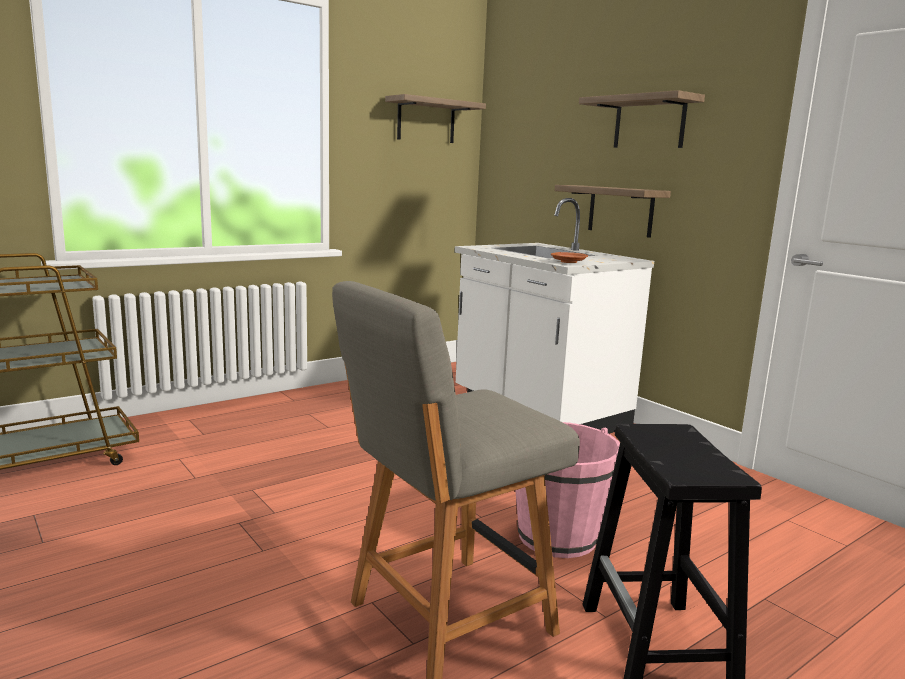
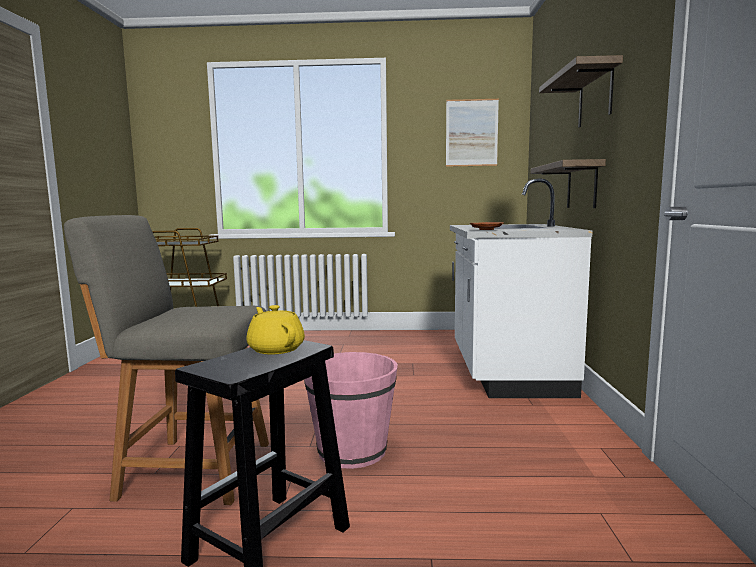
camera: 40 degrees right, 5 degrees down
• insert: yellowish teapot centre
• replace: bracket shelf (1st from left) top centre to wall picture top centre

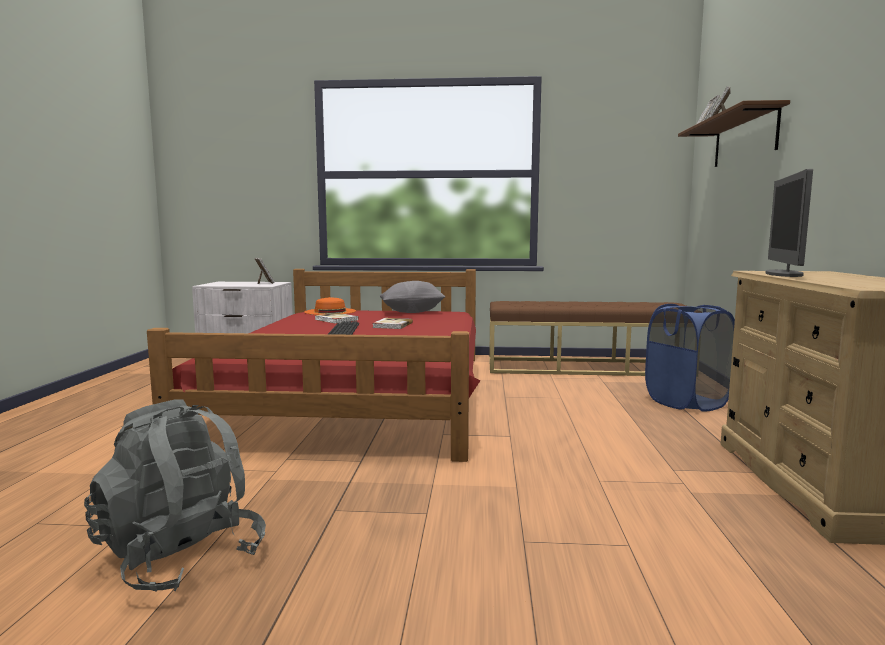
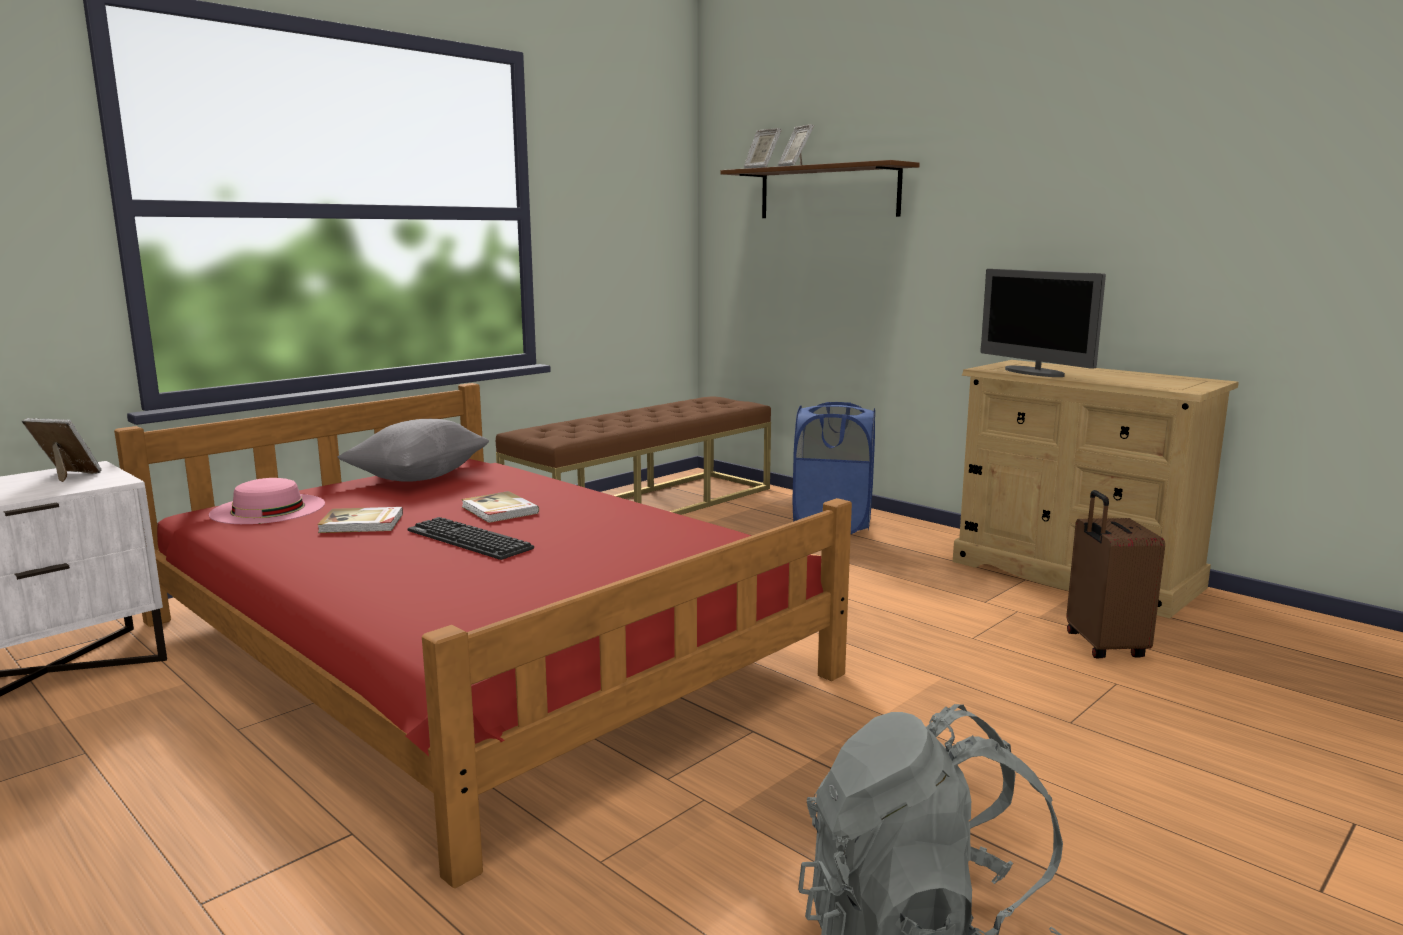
camera: 50 degrees left, 5 degrees up
• insert: brown travel case middle right
• recolor: orangey wearable hat centre to pink-coloured wearable hat middle left

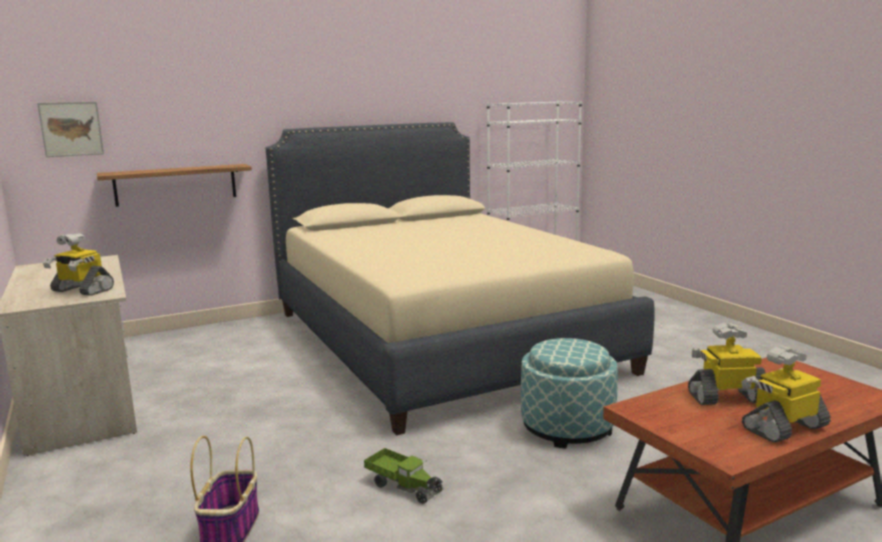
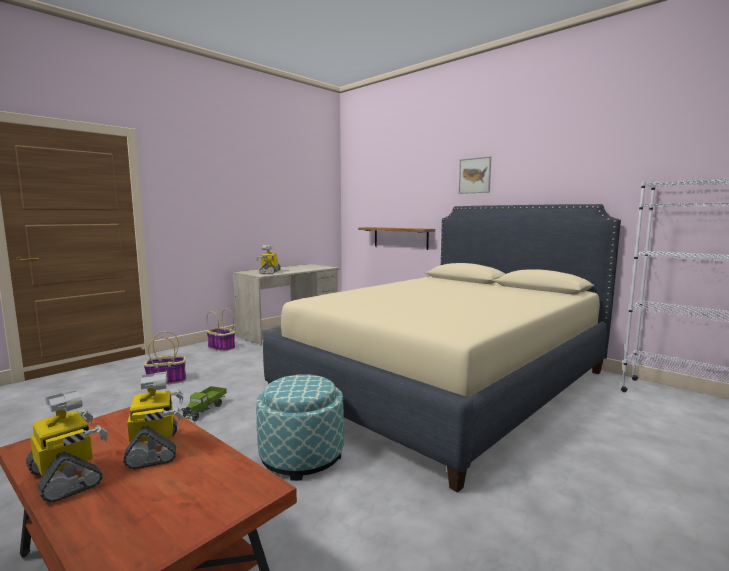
camera: 70 degrees right, 5 degrees down
• insert: basket (2nd from left) middle left
• move: wall picture top left to top centre

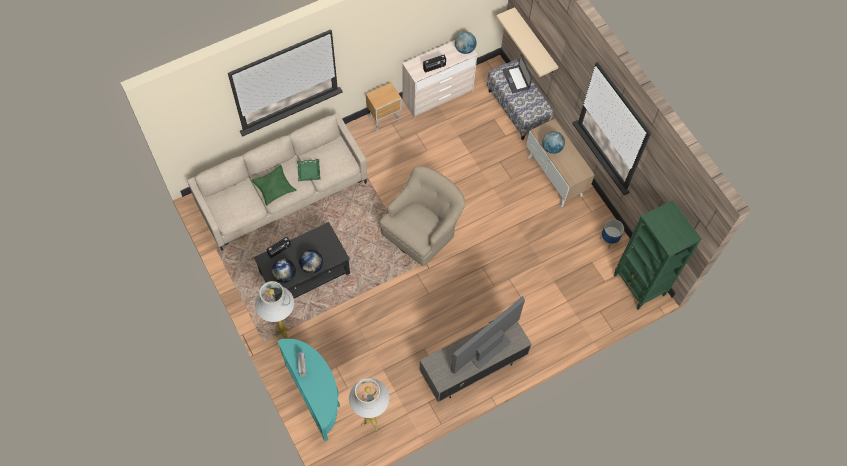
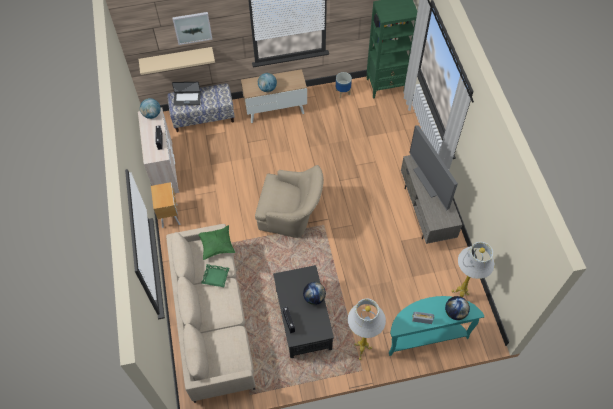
camera: 70 degrees left, 5 degrees down
• insert: wall picture top left
• move: greenish cushion middle left to centre
• move: world globe (1st from left in the first image) centre to world globe (4th from left) bottom right
• rotate: sand-coloured easy chair centre = centre 135 degrees clockwise

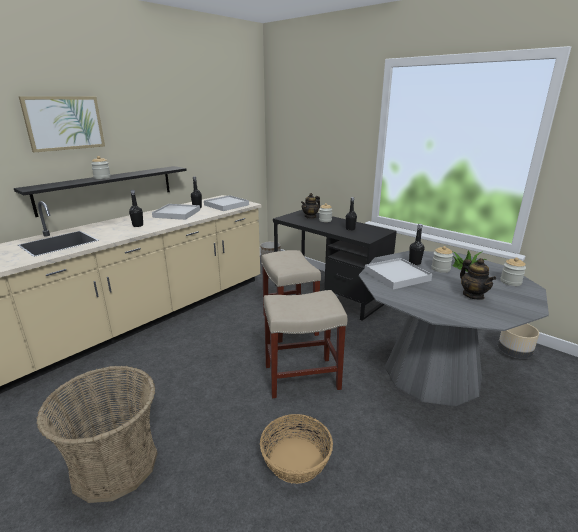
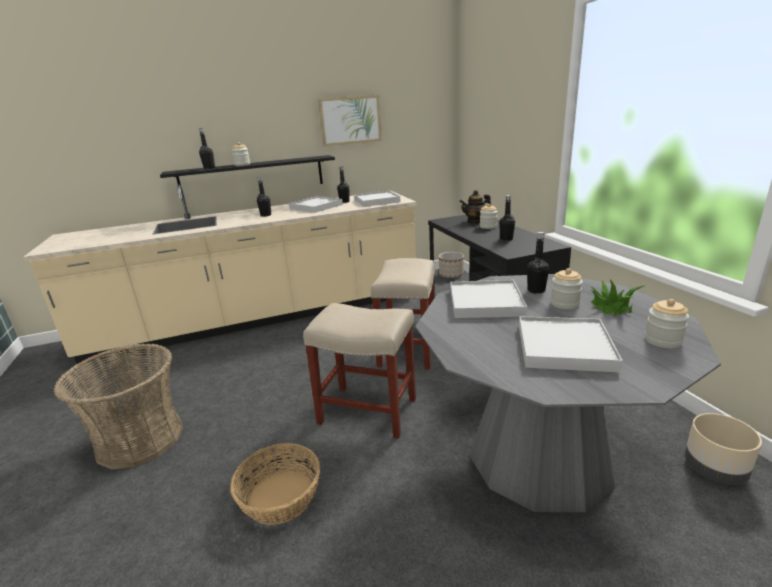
camera: 30 degrees right, 0 degrees up
• insert: black-coloured bottle (1st from left) top left
• move: wall picture top left to top centre
• replace: teapot (2nd from left) middle right to whitish carrying tray (4th from left) middle right

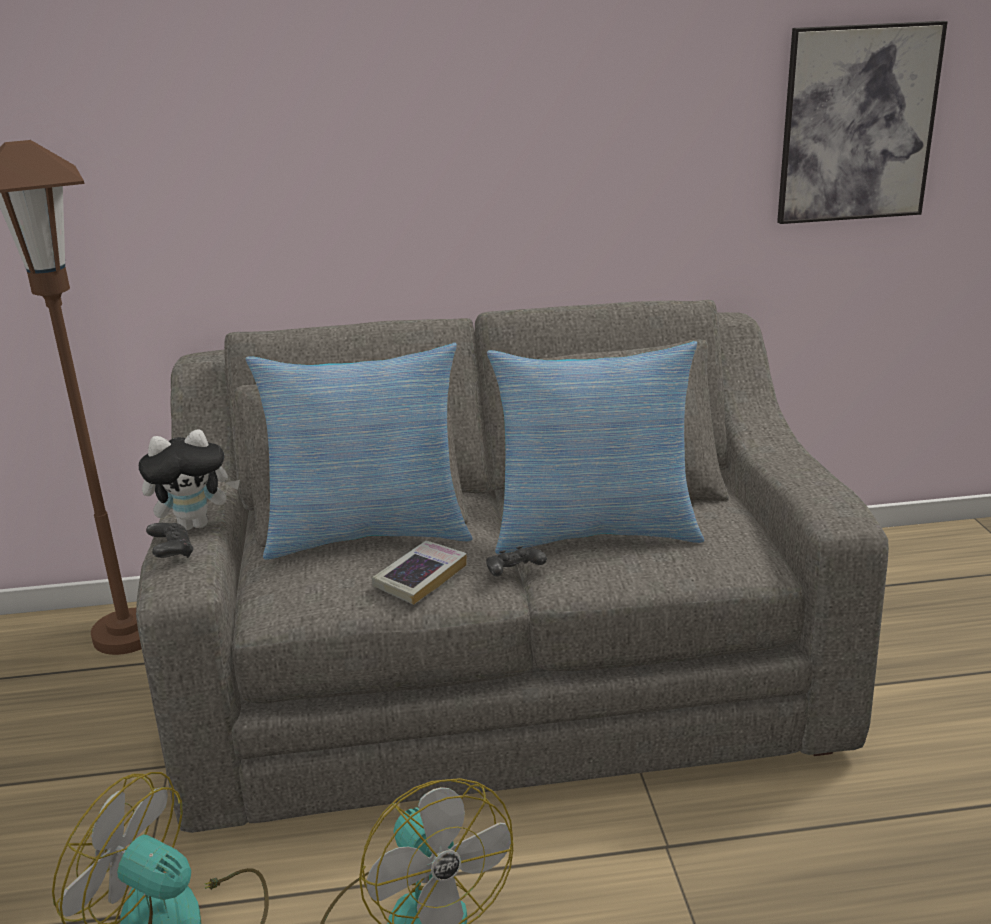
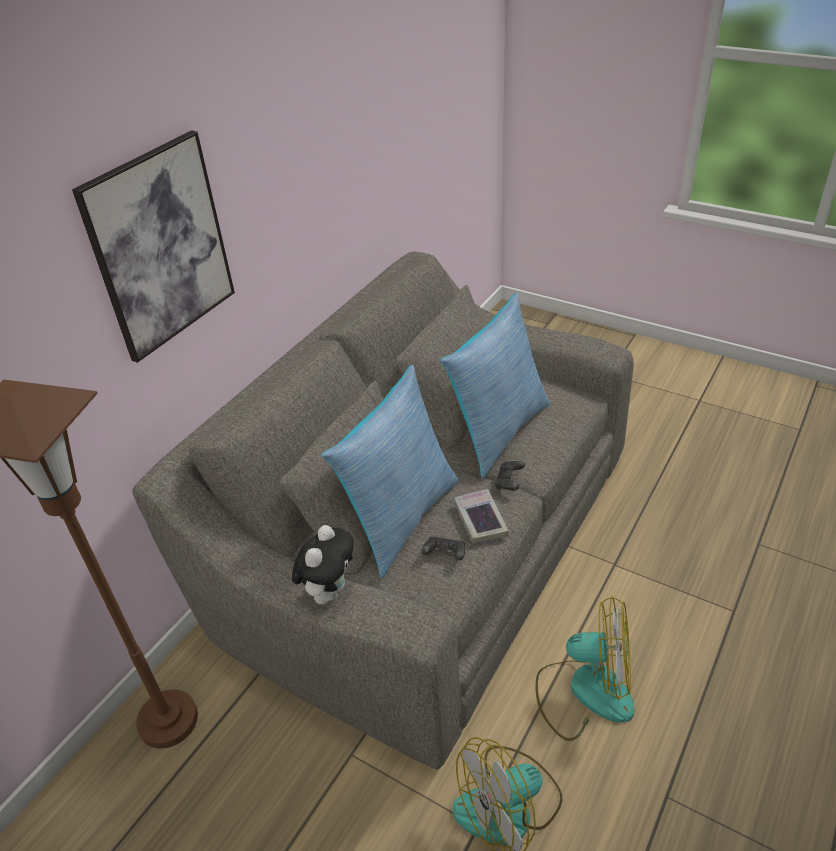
camera: 50 degrees left, 15 degrees up
• move: black-coloured gamepad (1st from left) middle left to centre
• move: wall picture top right to top left

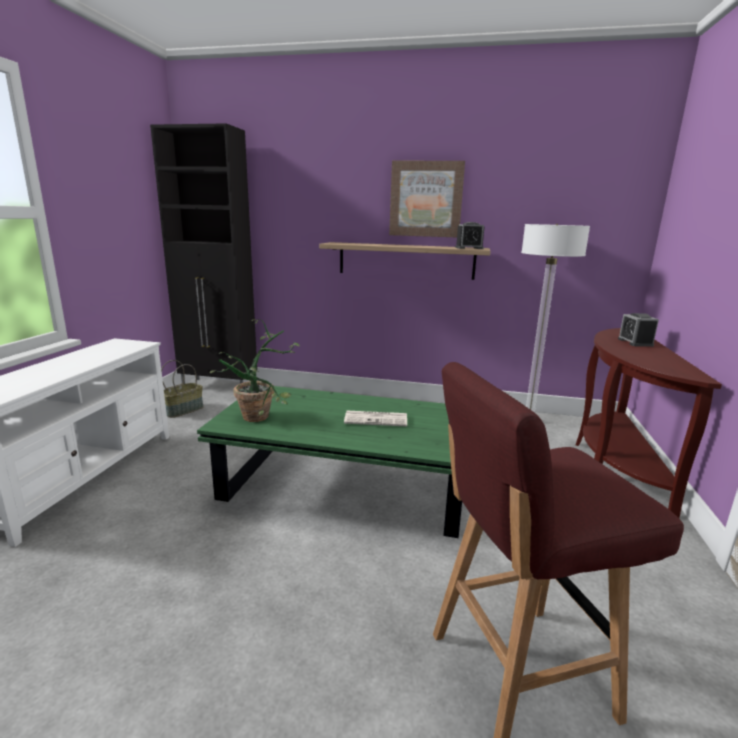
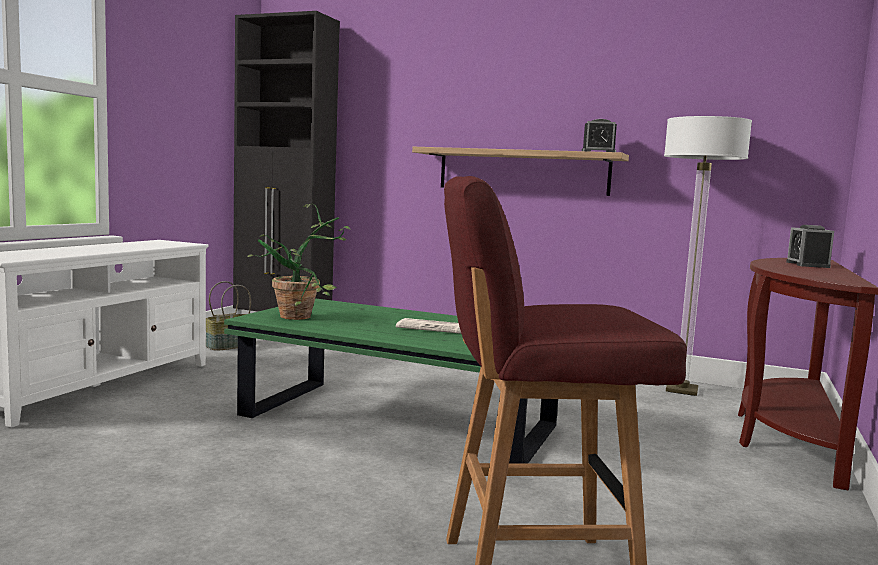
camera: 10 degrees right, 10 degrees down
• delete: wall picture top centre

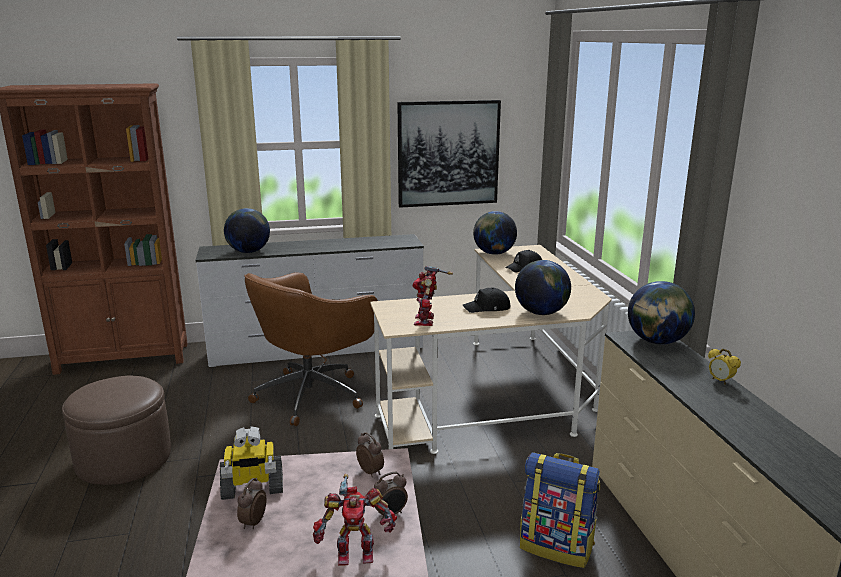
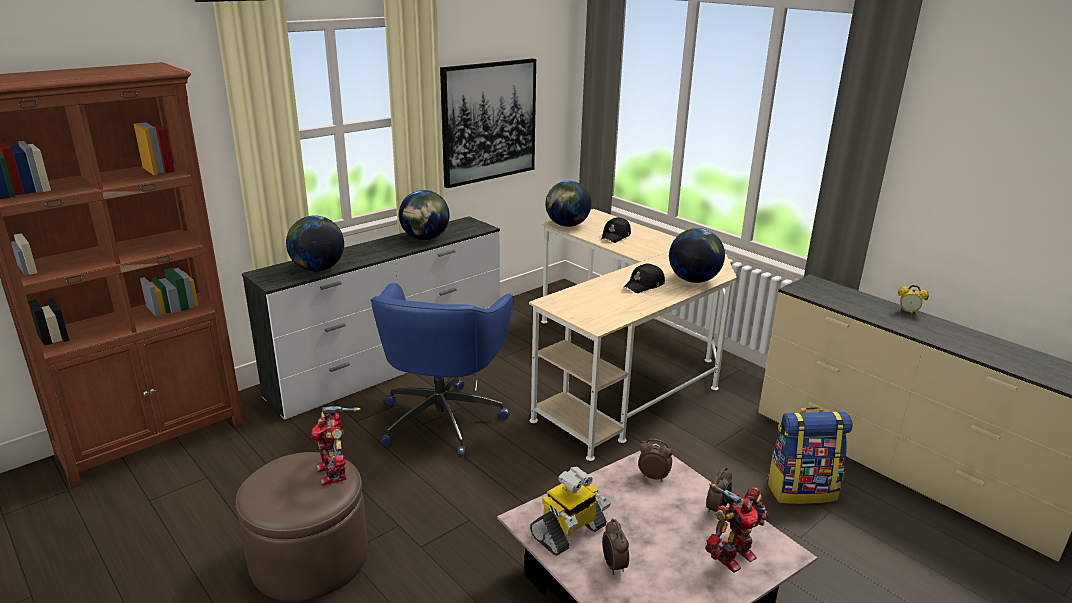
camera: 30 degrees left, 5 degrees up
• move: toy robot (3rd from left in the first image) centre to toy robot (1st from left) bottom left
• move: world globe (4th from left in the first image) middle right to world globe (2nd from left) centre
• recolor: brown computer chair centre to bluish computer chair centre

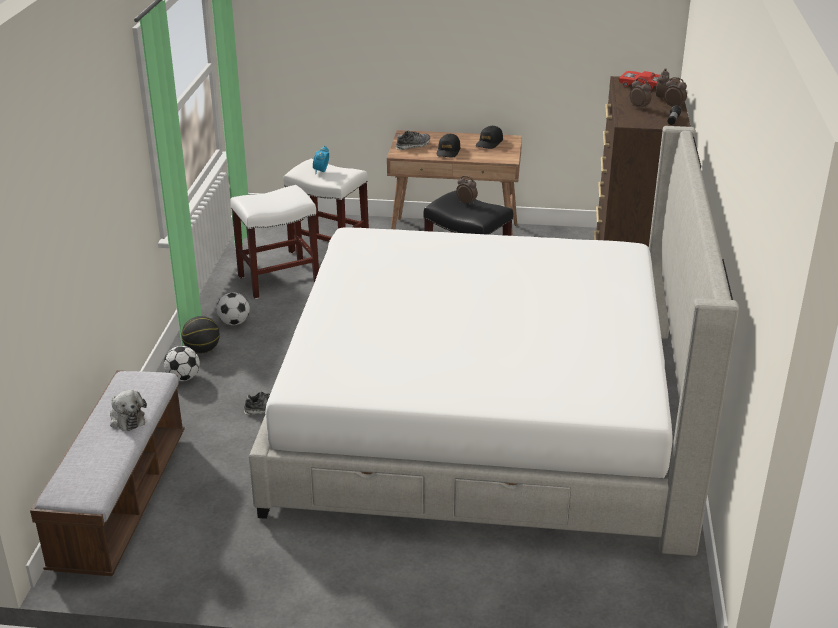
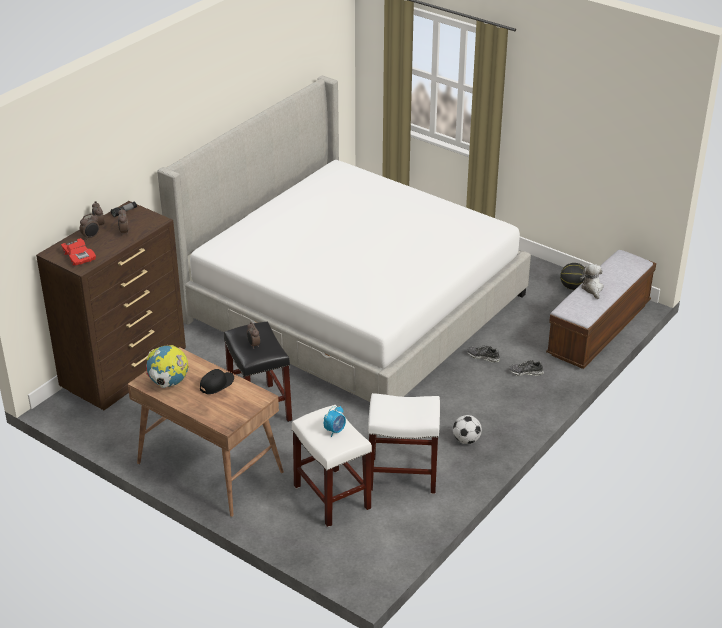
camera: 150 degrees left, 5 degrees up
• delete: football ball (1st from left) middle left
• move: basketball ball middle left to middle right
• move: shoe (2nd from left) top centre to middle right
• replace: black-coloured peaked cap (2nd from left) top centre to world globe middle left

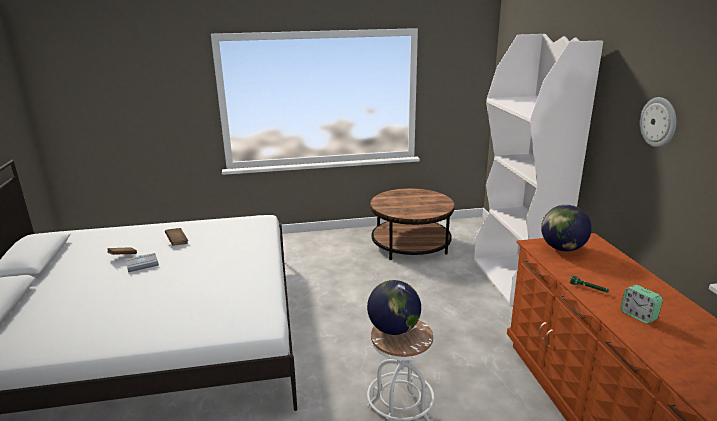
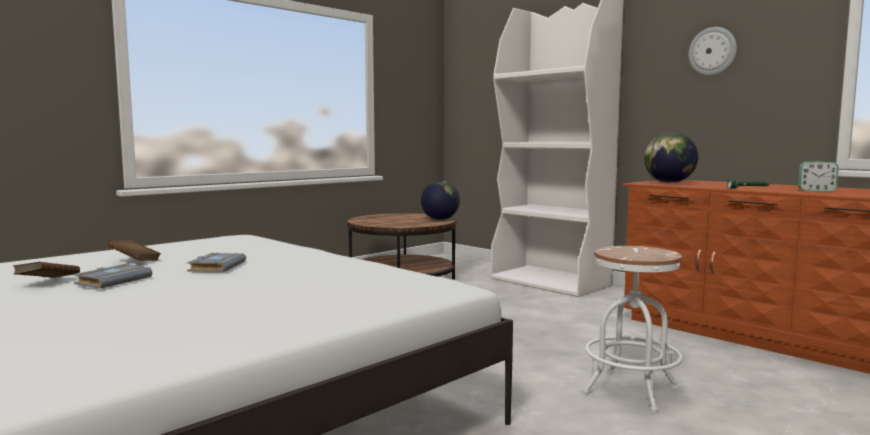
camera: 35 degrees left, 15 degrees down
• insert: gray volume (2nd from left) middle left
• move: world globe (1st from left) bottom centre to centre

